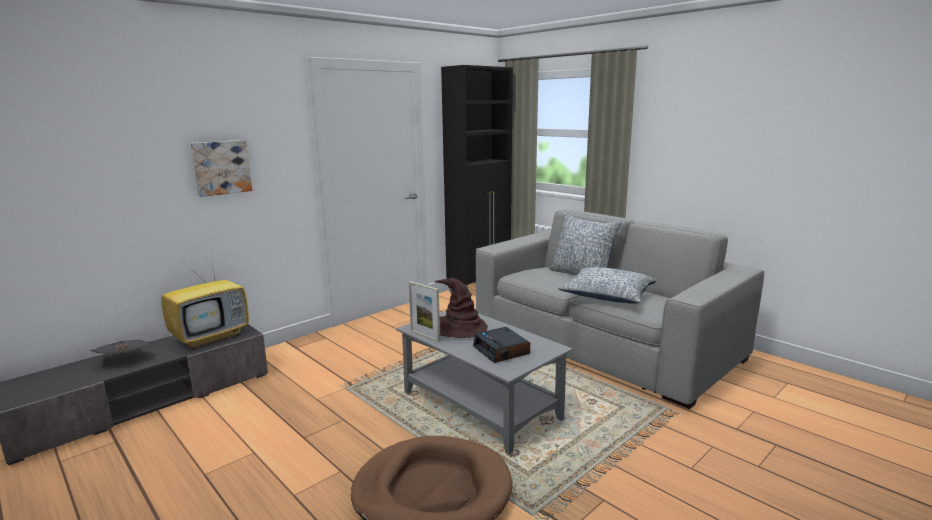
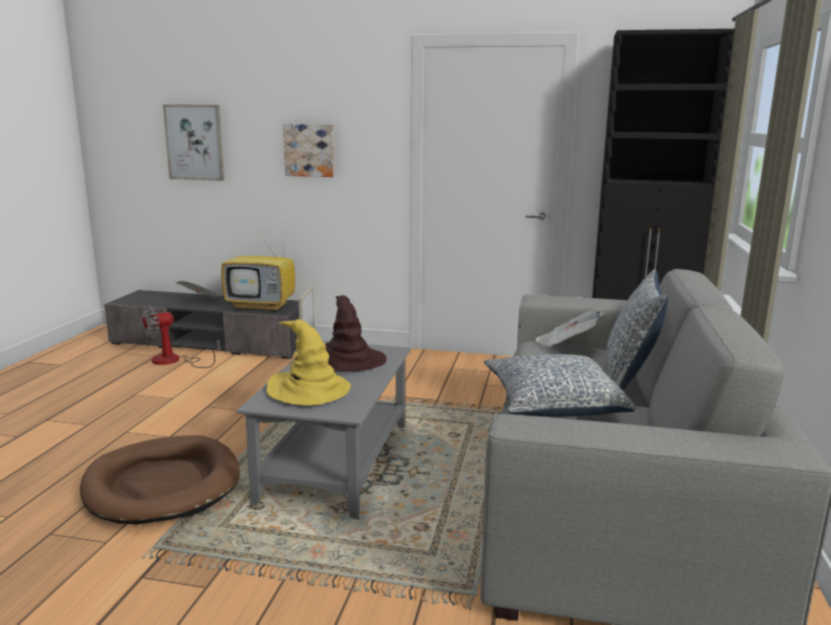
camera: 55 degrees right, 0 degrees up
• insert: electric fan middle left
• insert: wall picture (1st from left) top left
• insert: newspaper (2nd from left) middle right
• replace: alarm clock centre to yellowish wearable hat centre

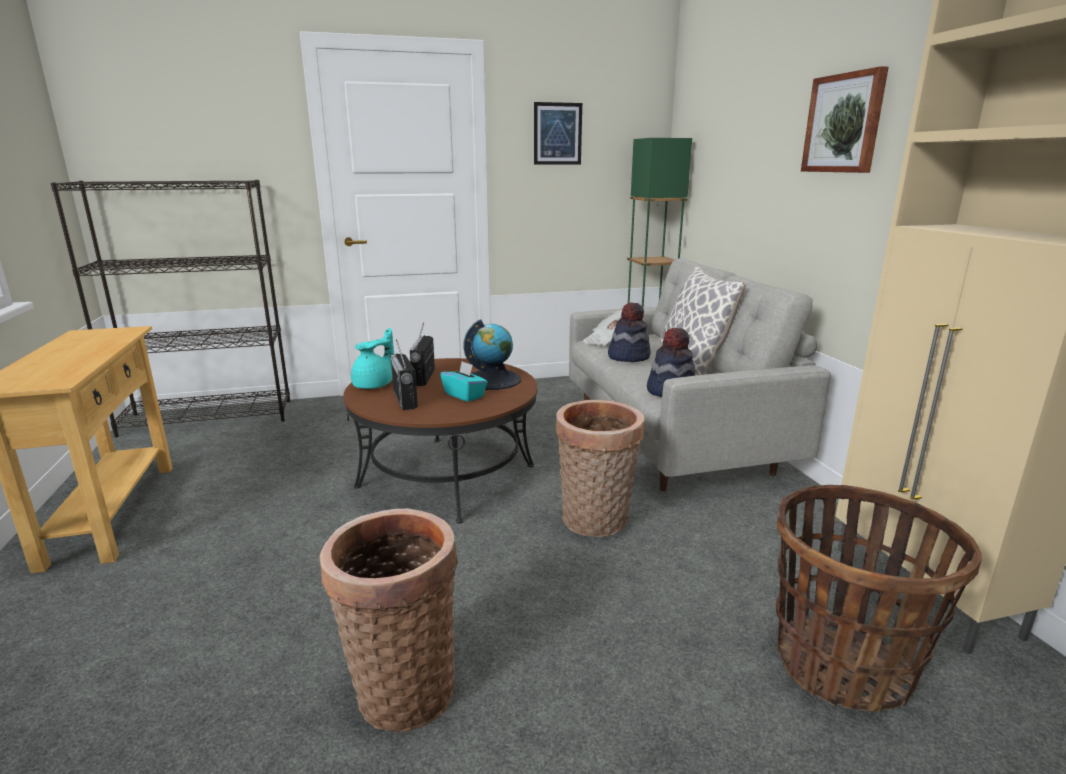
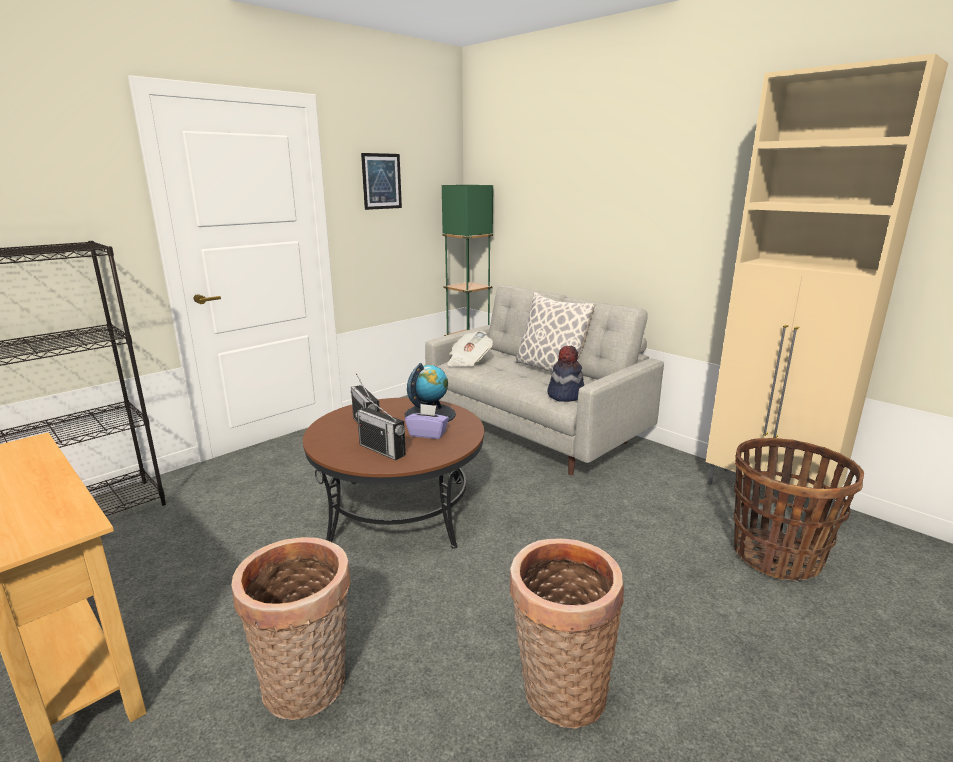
camera: 30 degrees left, 0 degrees up
• delete: turquoise teapot centre
• delete: wearable hat (1st from left) centre
• delete: wall picture (2nd from left) top right
• move: basket (2nd from left in the first image) centre to basket (1st from left) bottom left
• recolor: turquoise box of tissues centre to purple-coloured box of tissues centre

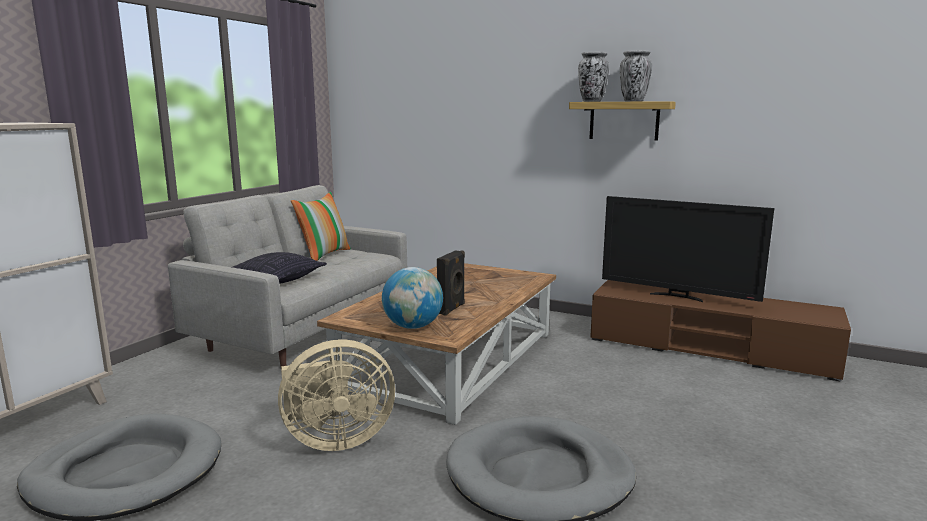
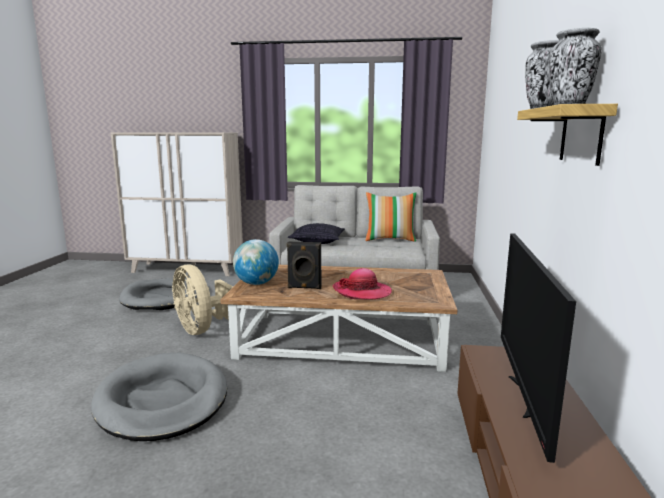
camera: 70 degrees right, 0 degrees up
• insert: wearable hat centre

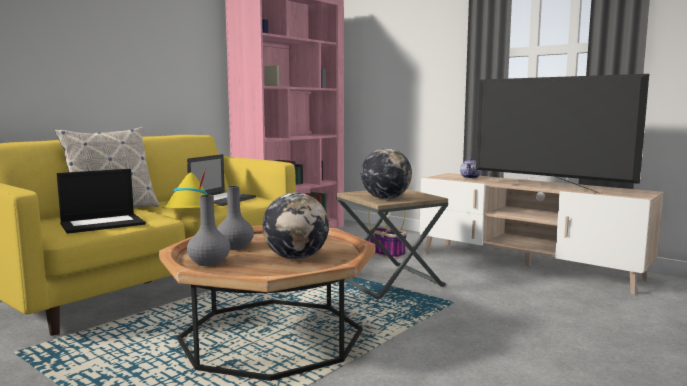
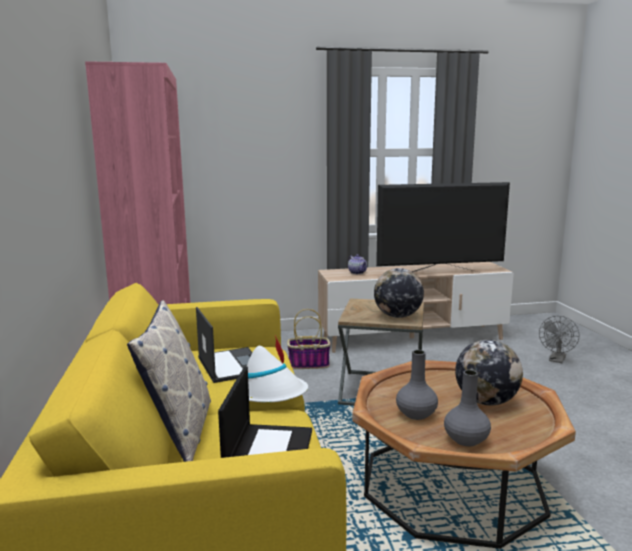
camera: 50 degrees left, 5 degrees up
• insert: gray electric fan middle right
• recolor: yellowish wearable hat middle left to whitish wearable hat bottom centre

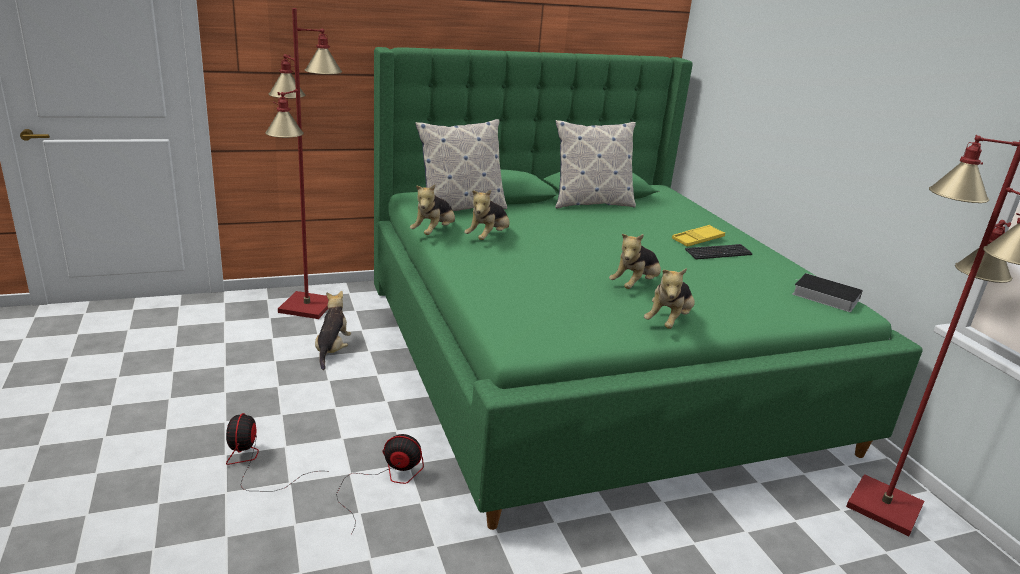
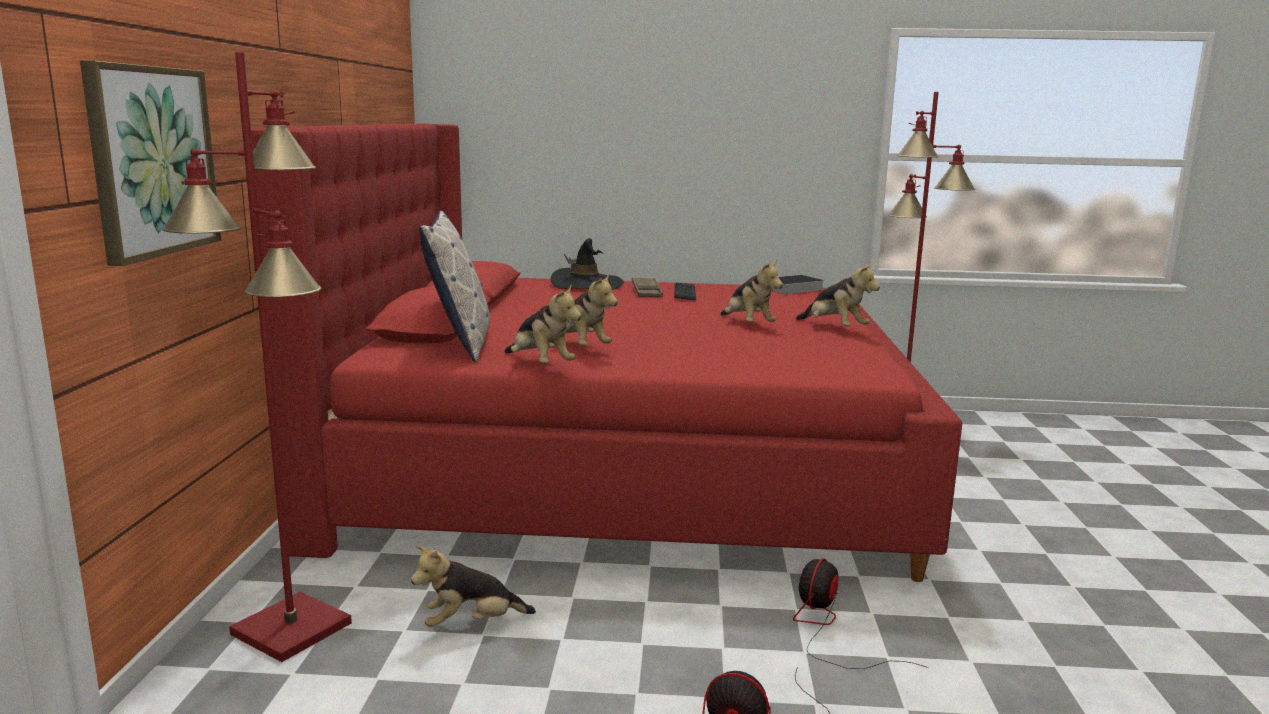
camera: 65 degrees left, 10 degrees down
• delete: cushion (2nd from left) top centre
• insert: wall picture top left
• insert: black-coloured wearable hat centre
• recolor: greenish bed centre to reddish bed centre
• recolor: yellowish carrying tray middle right to brown carrying tray centre
• rotate: soft toy (1st from left) middle left = bottom centre 45 degrees counterclockwise

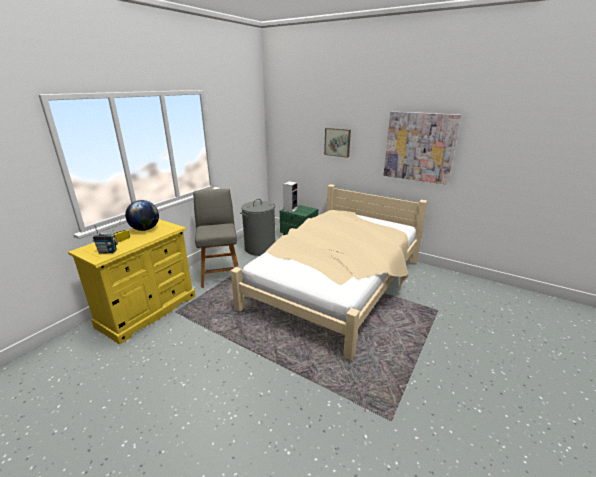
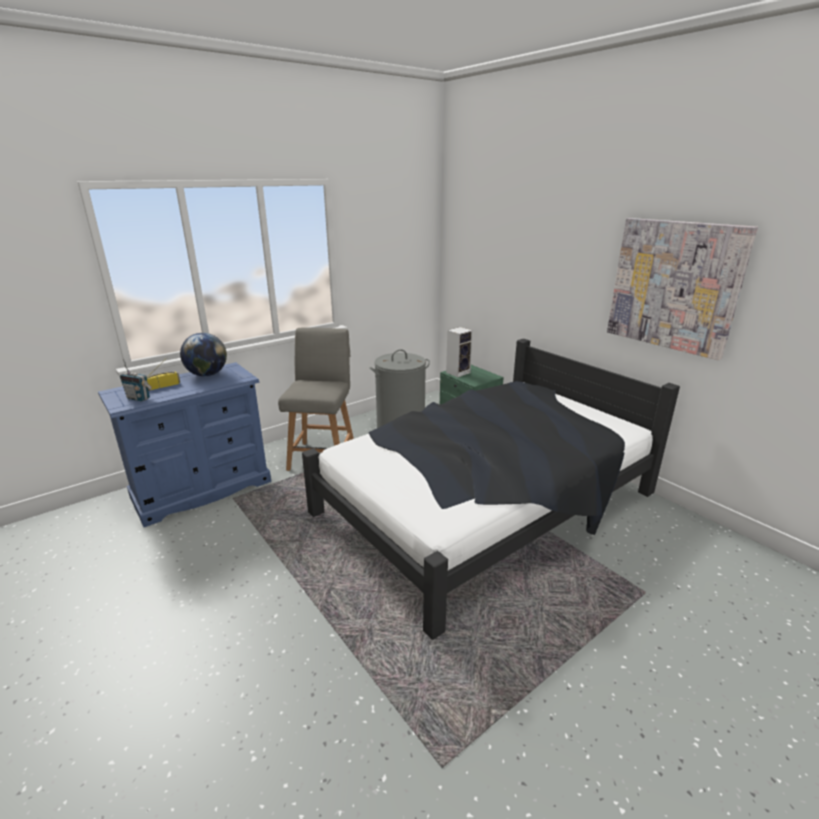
camera: 20 degrees right, 0 degrees up
• delete: wall picture (1st from left) top centre
• recolor: yellowish chest of drawers middle left to bluish chest of drawers middle left
• recolor: sand-coloured bed centre to black-coloured bed centre

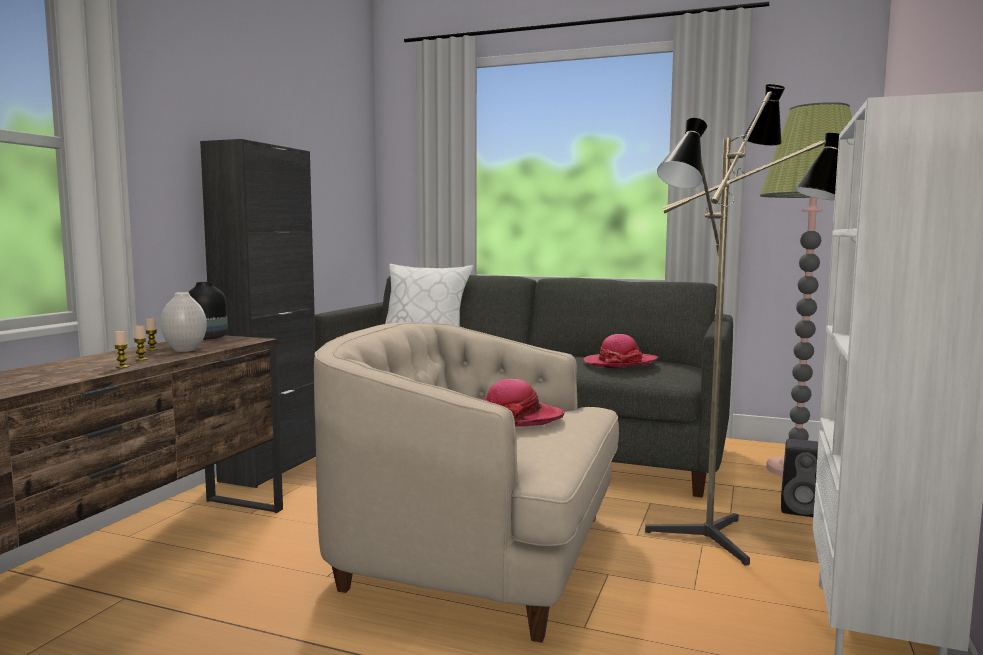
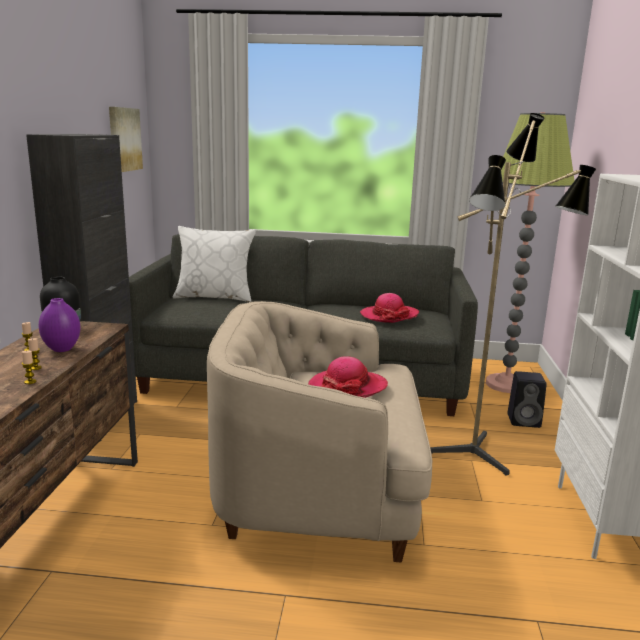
camera: 15 degrees left, 10 degrees up
• insert: wall picture top left
• recolor: whitish decorative vase middle left to purple-coloured decorative vase middle left

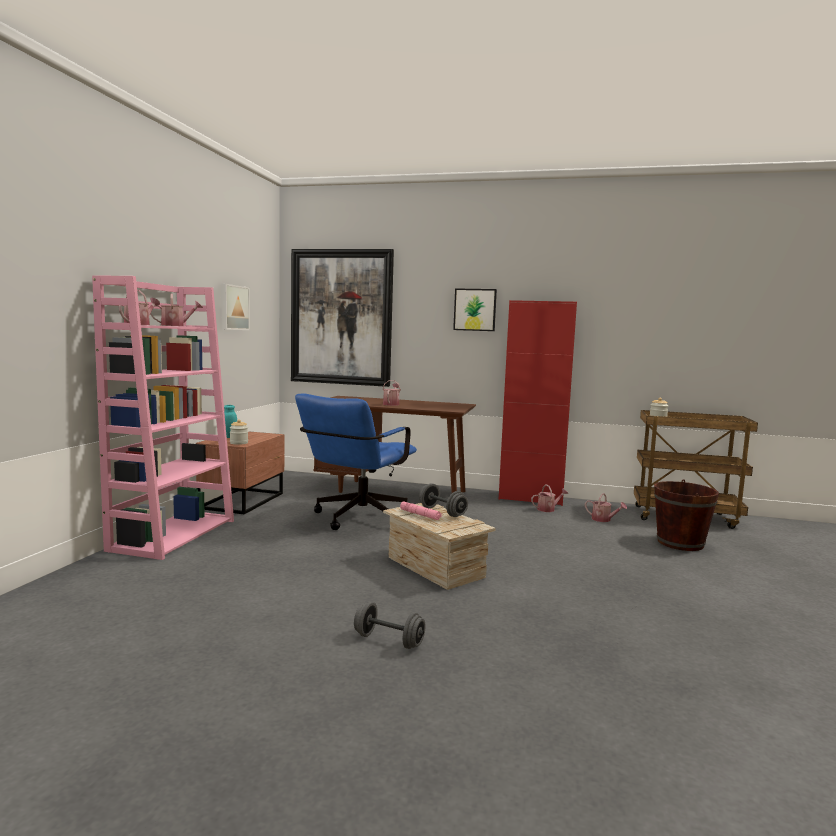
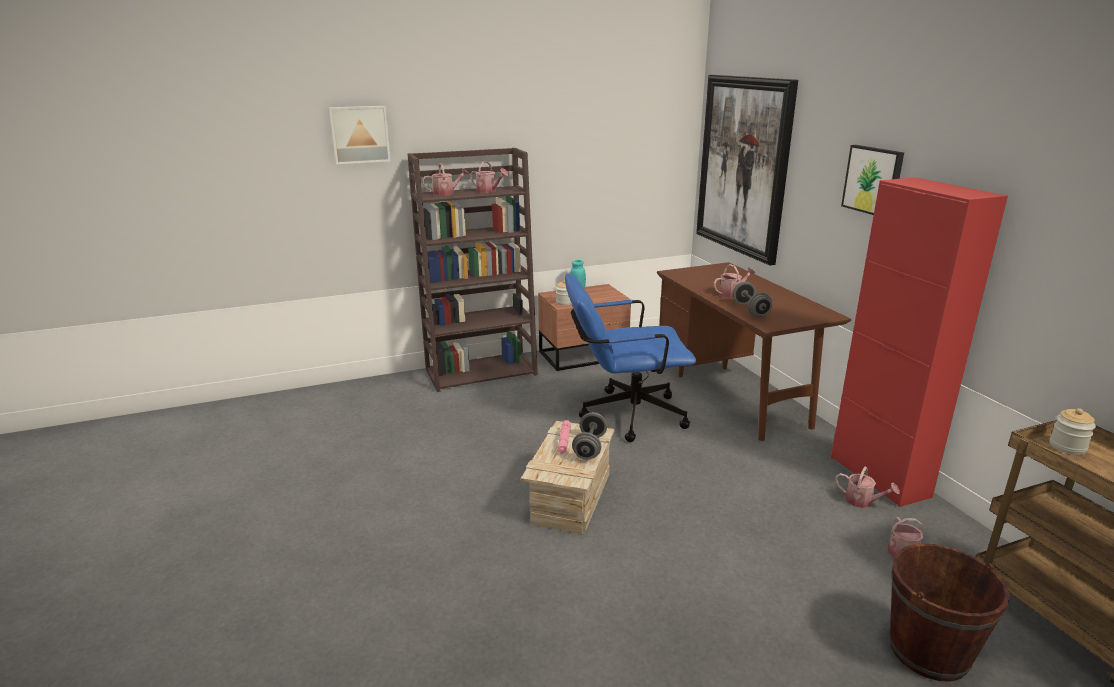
camera: 55 degrees right, 15 degrees up
• move: wall picture (1st from left) middle left to top left
• move: gray hand weight (1st from left in the first image) bottom centre to gray hand weight (2nd from left) middle right
• recolor: pink-coloured shelving unit middle left to brown shelving unit centre

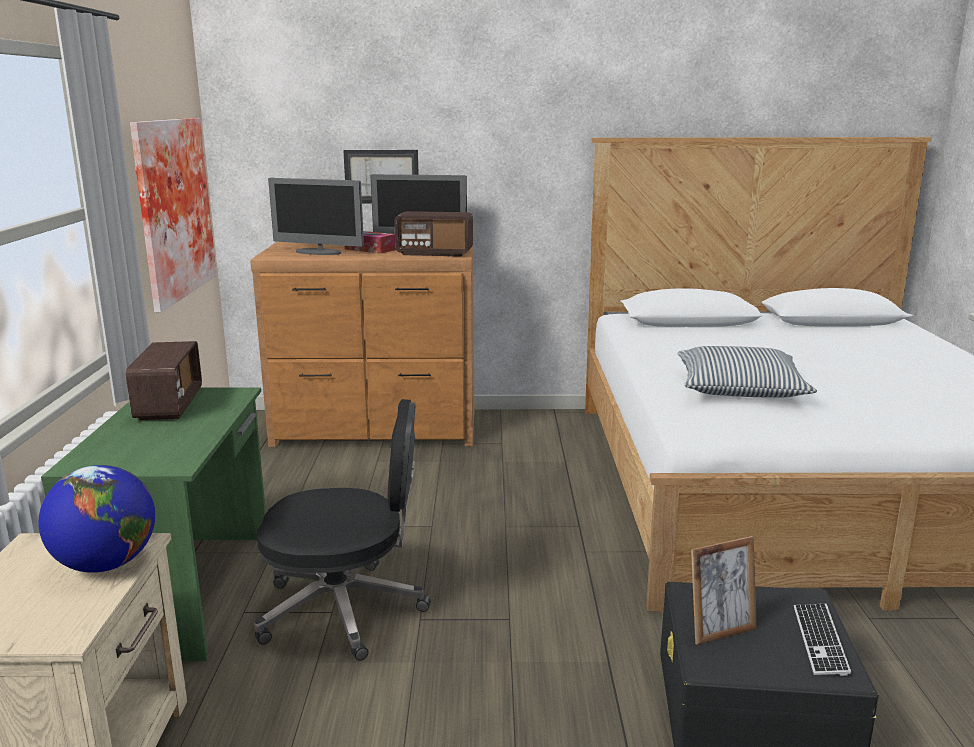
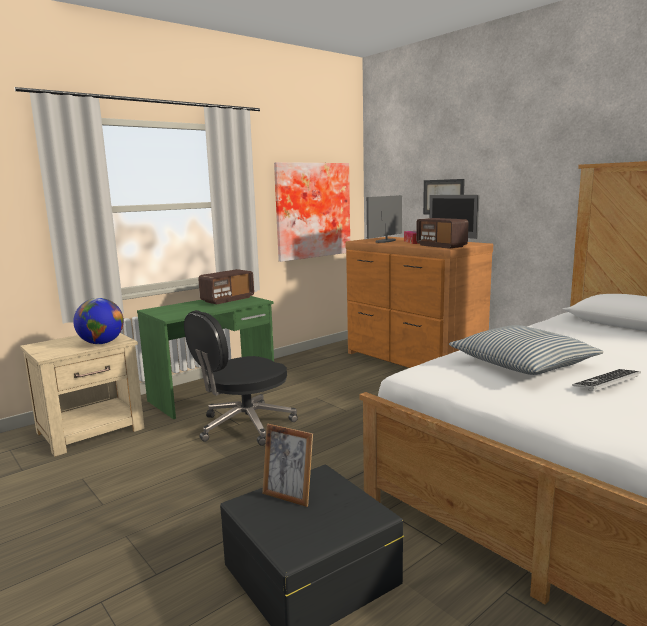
camera: 50 degrees right, 5 degrees down
• move: PC keyboard bottom right to middle right
• rotate: black-coloured computer chair bottom centre = centre 90 degrees clockwise
• rotate: computer display (1st from left) top left = centre 60 degrees clockwise

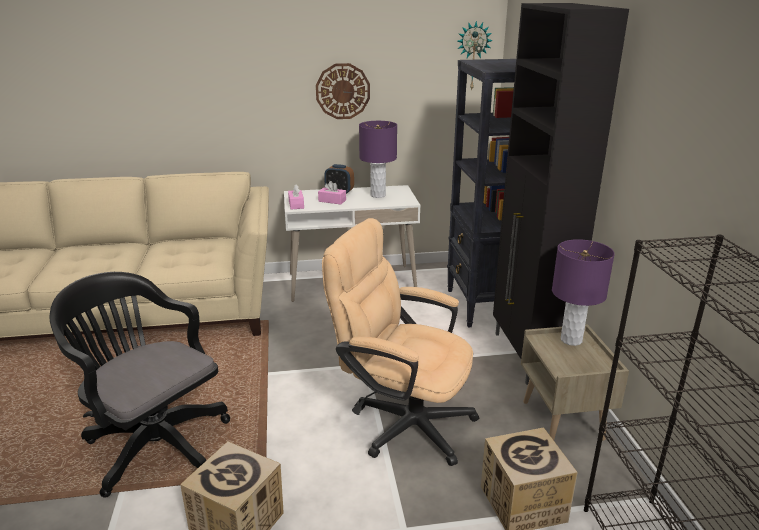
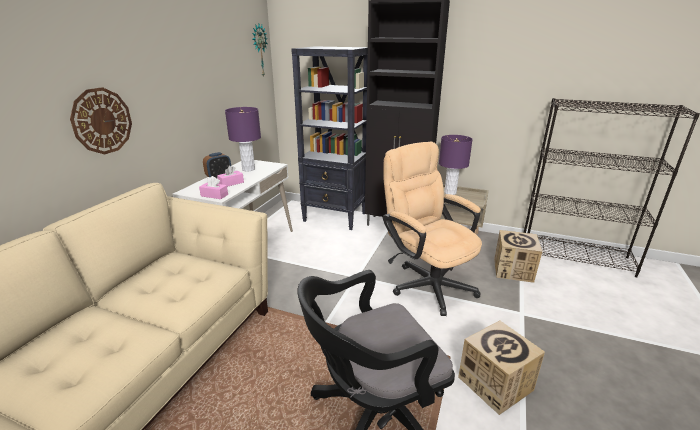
camera: 60 degrees left, 0 degrees up
• move: hanging clock (1st from left) top centre to top left
• rotate: sand-coloured computer chair centre = centre 90 degrees clockwise

